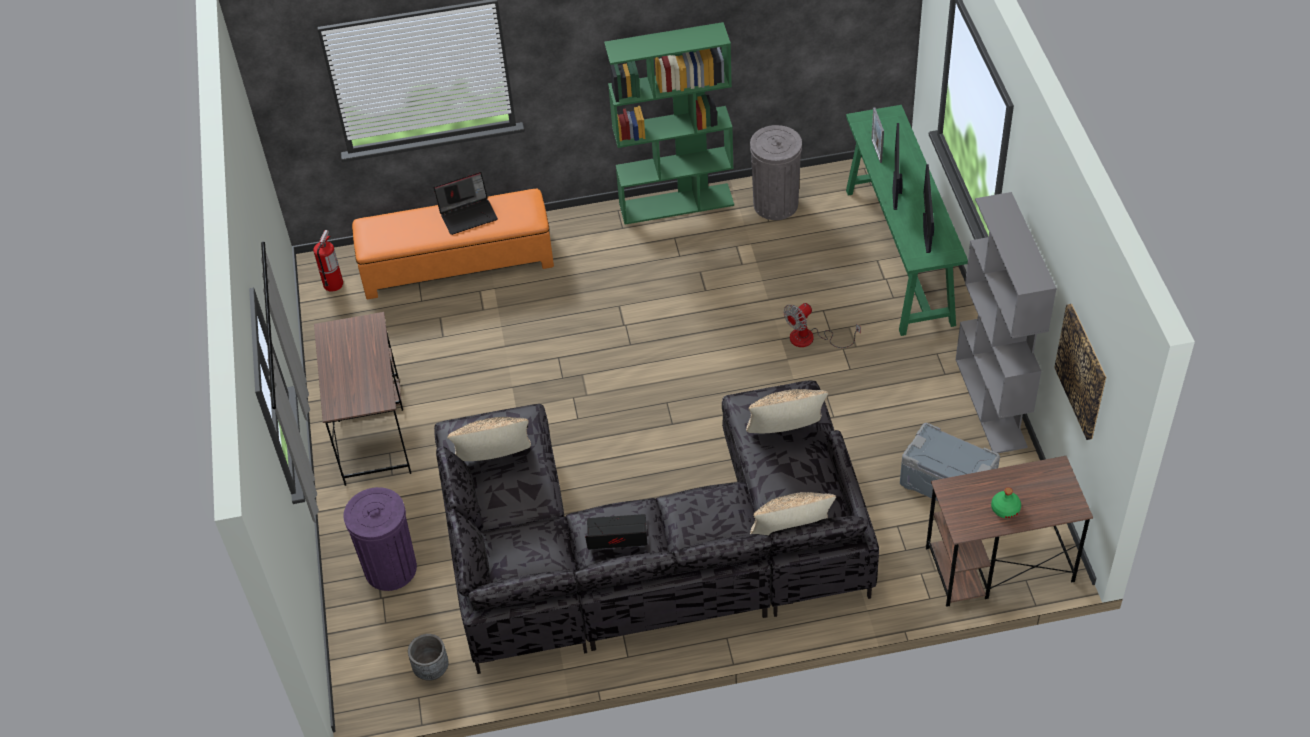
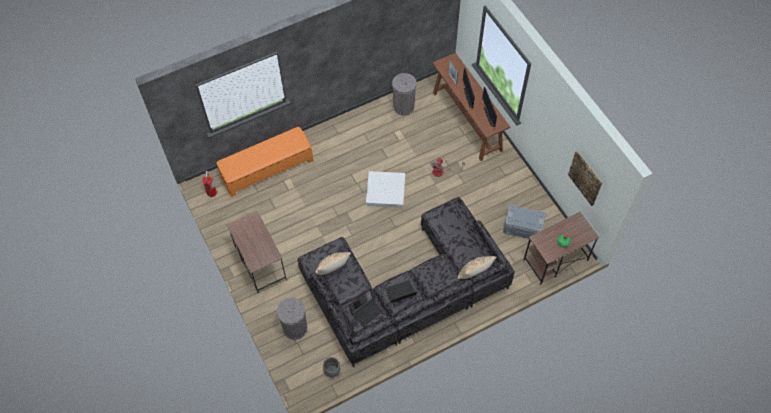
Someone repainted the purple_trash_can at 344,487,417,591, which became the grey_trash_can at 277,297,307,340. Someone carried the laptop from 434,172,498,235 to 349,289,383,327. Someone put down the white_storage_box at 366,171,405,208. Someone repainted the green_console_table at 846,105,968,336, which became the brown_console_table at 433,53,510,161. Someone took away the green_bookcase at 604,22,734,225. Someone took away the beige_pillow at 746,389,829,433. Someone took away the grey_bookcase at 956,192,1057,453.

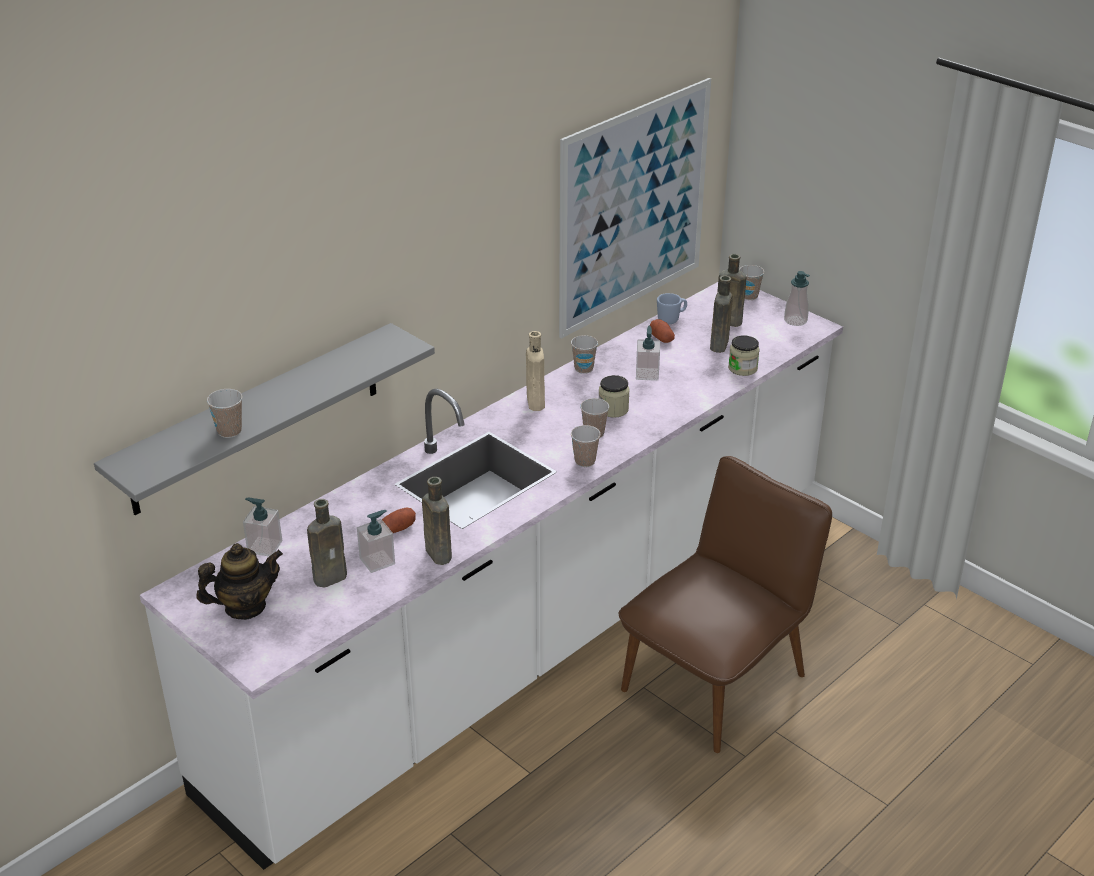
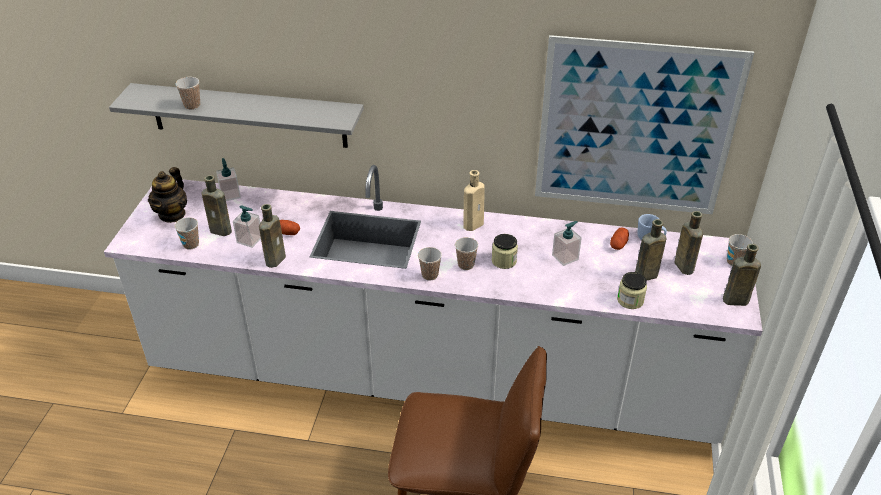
Someone rotated the teapot at 196,543,283,620 by 75 degrees clockwise. Someone carried the cup from 571,335,598,374 to 174,217,199,250. Someone swapped the soap_dispenser at 784,271,810,326 for the brown_bottle at 723,244,761,306.

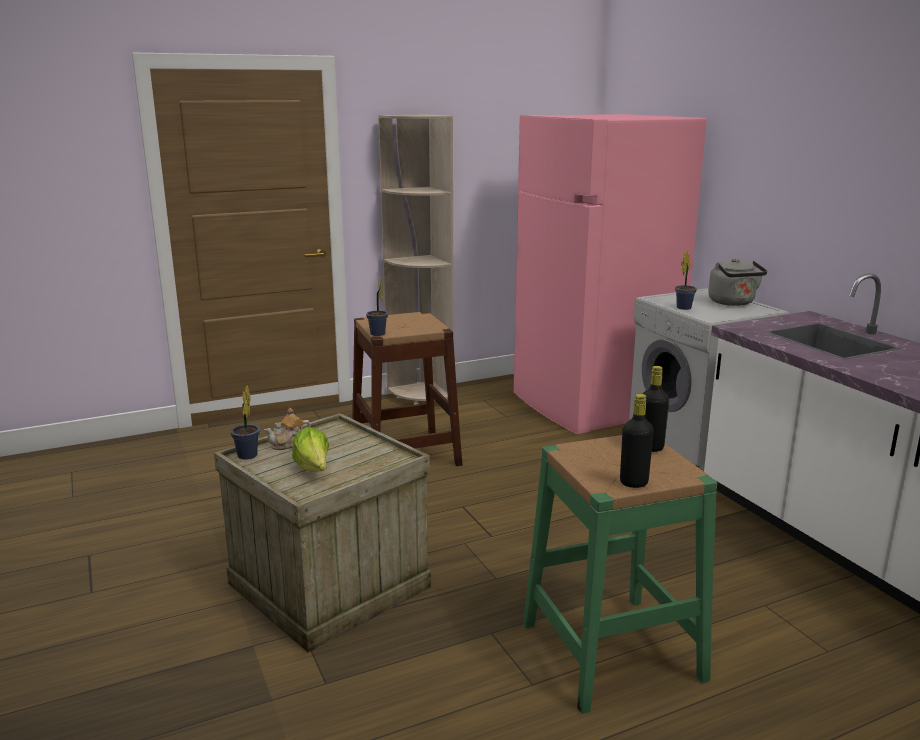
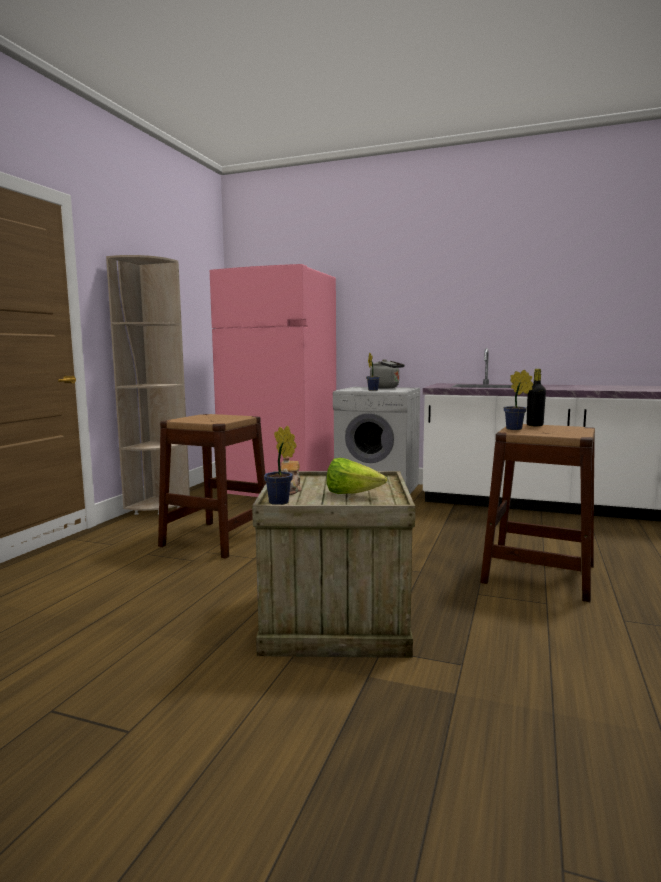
Someone repainted the green_stool at 523,435,717,714, which became the brown_stool at 480,424,595,602. Someone carried the potted_plant from 366,278,388,336 to 504,370,533,430. Someone took away the black_bottle at 620,394,654,488.

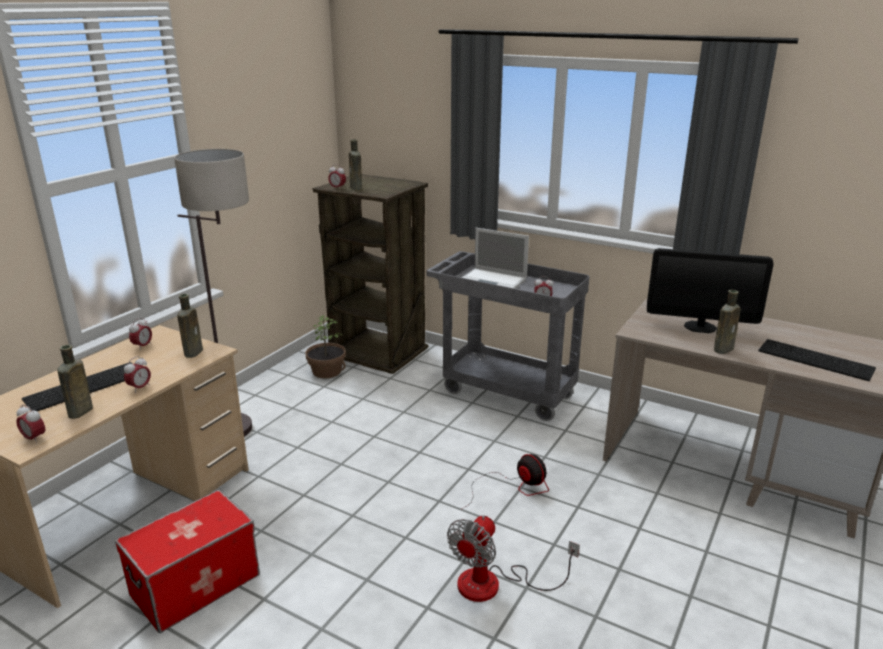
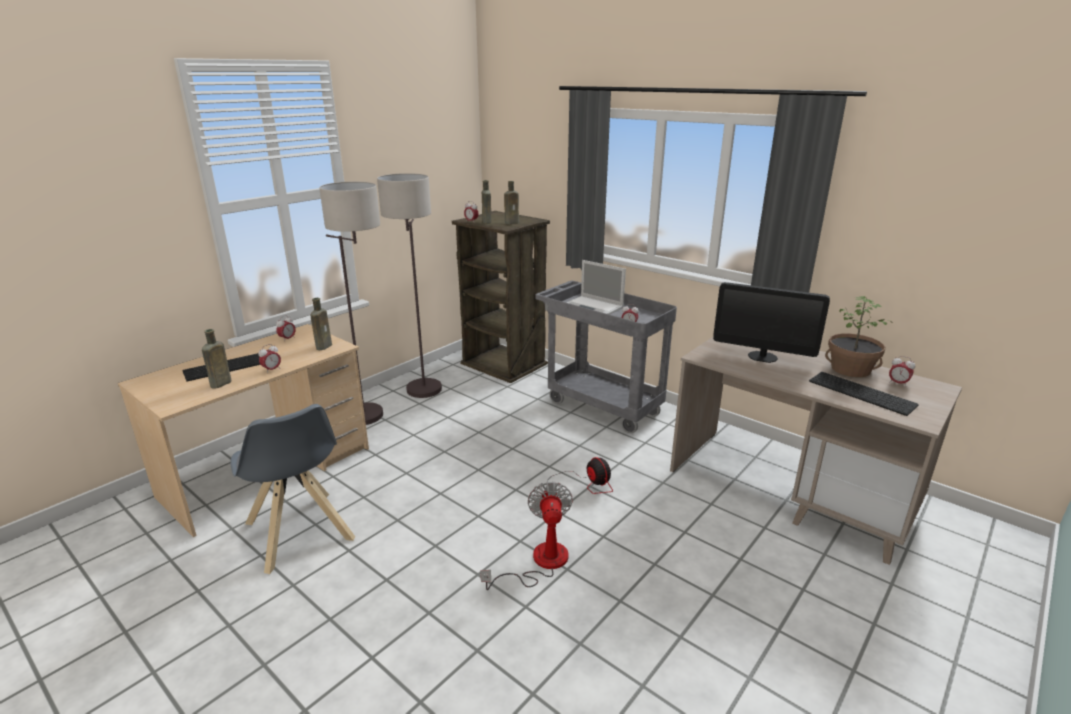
Someone swapped the storage_box at 115,490,260,633 for the grey_chair at 230,404,355,574. Someone put down the grey_floor_lamp at 377,173,442,398. Someone rotated the fan at 447,515,580,602 by 135 degrees clockwise. Someone carried the brown_bottle from 714,290,741,354 to 504,181,519,224. Someone carried the potted_plant from 305,315,346,378 to 825,296,893,377. Someone carried the alarm_clock from 16,405,45,444 to 889,356,915,387.

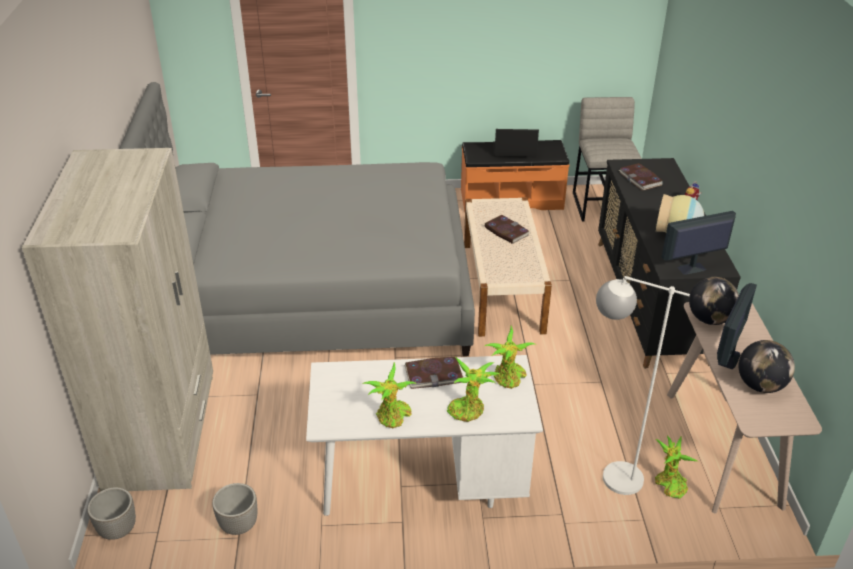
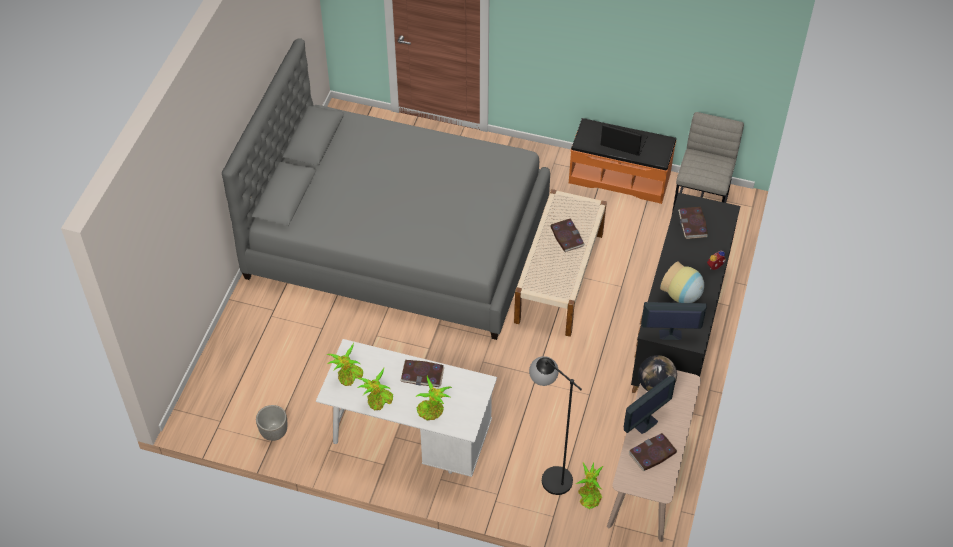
Someone carried the potted_plant from 485,326,536,389 to 326,343,363,386. Someone repainted the white_floor_lamp at 596,276,690,495, which became the black_floor_lamp at 529,356,582,495. Someone swapped the globe at 738,340,795,393 for the book at 628,433,677,471. Someone took away the beige_wardrobe at 22,148,213,491. Someone took away the planter at 87,487,136,540.

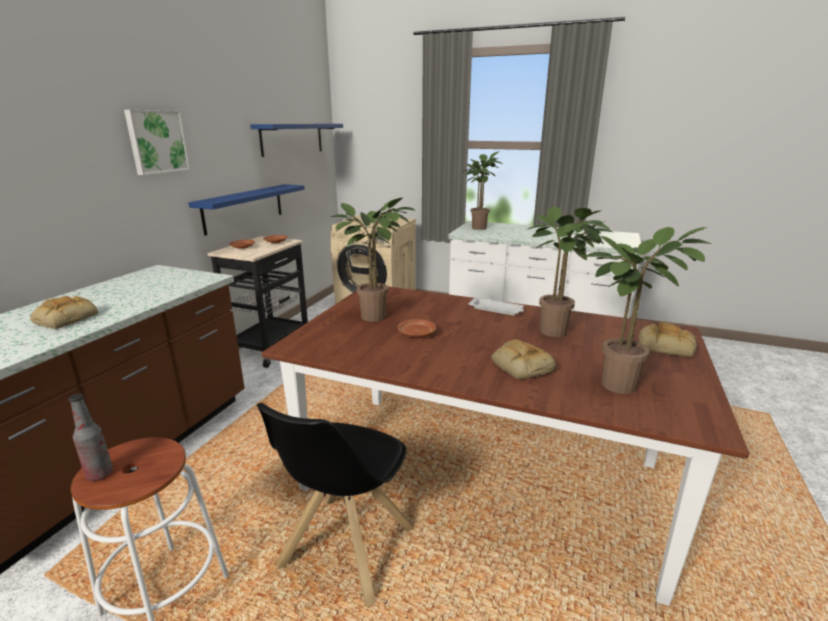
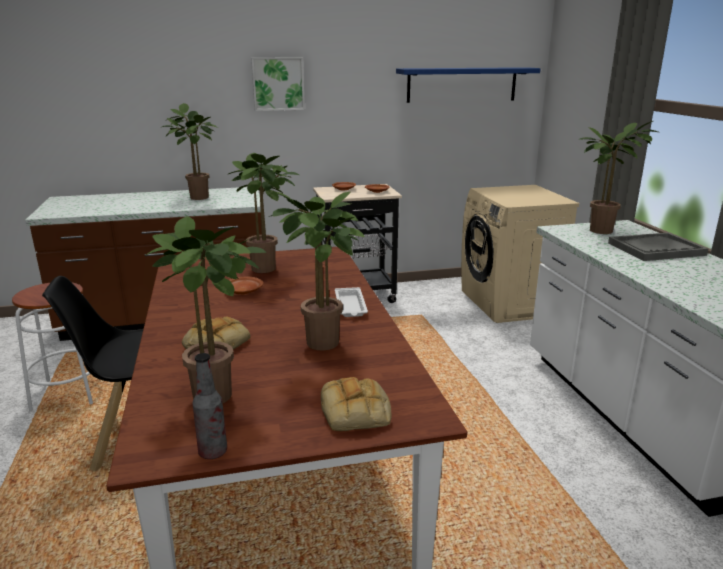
Someone put down the potted_plant at 162,103,218,200. Someone carried the bottle from 68,394,113,481 to 192,353,227,459. Someone put down the grey_tray at 608,232,708,261. Someone took away the bread at 30,296,98,329. Someone took away the blue_shelf at 188,184,305,236.

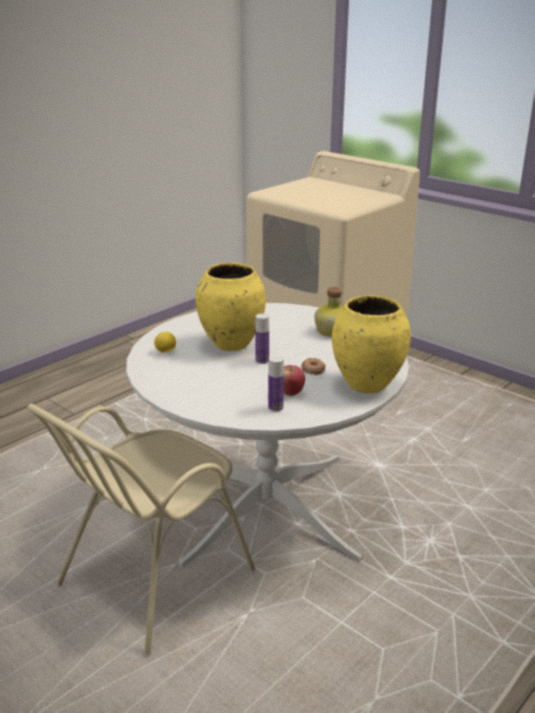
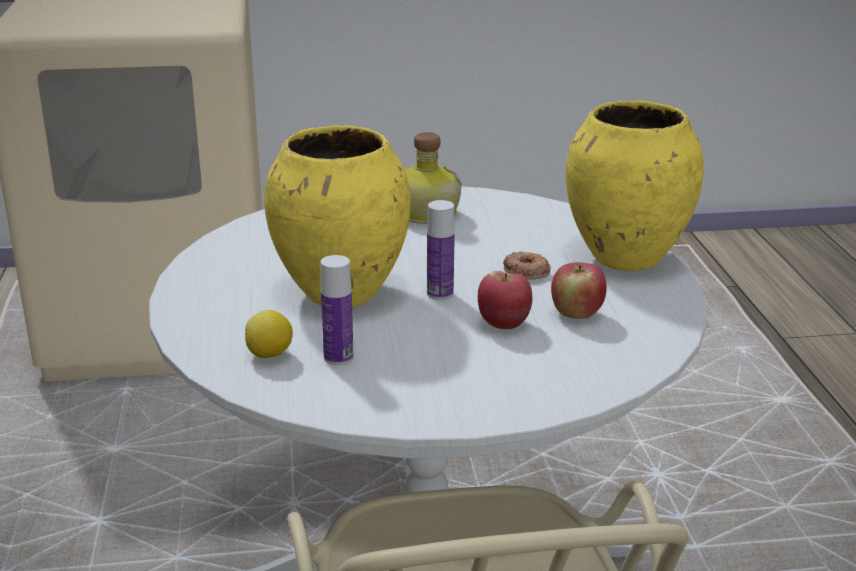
Someone carried the bottle from 268,355,284,412 to 321,255,353,365. Someone put down the apple at 478,271,532,329.

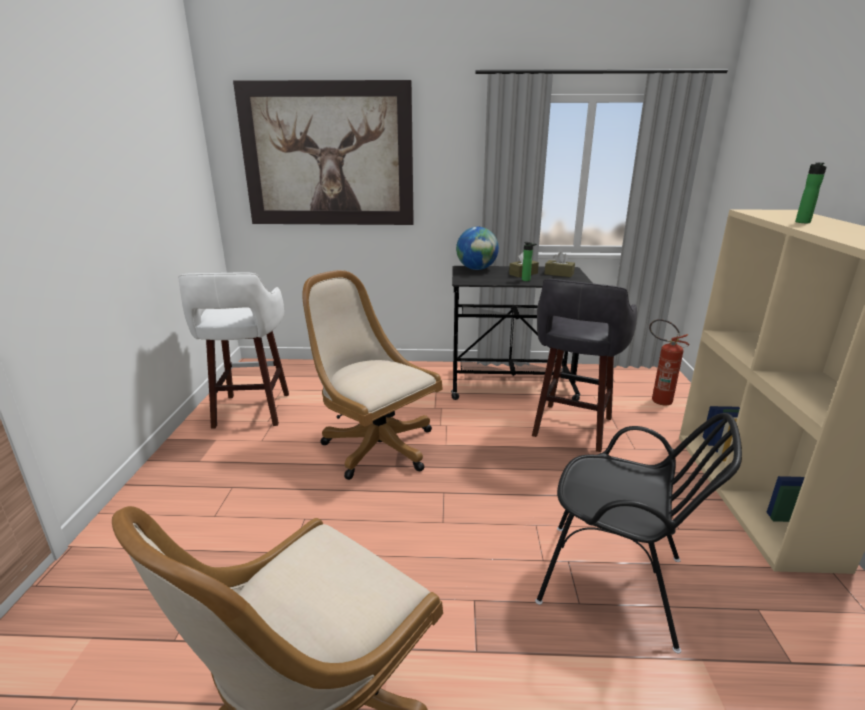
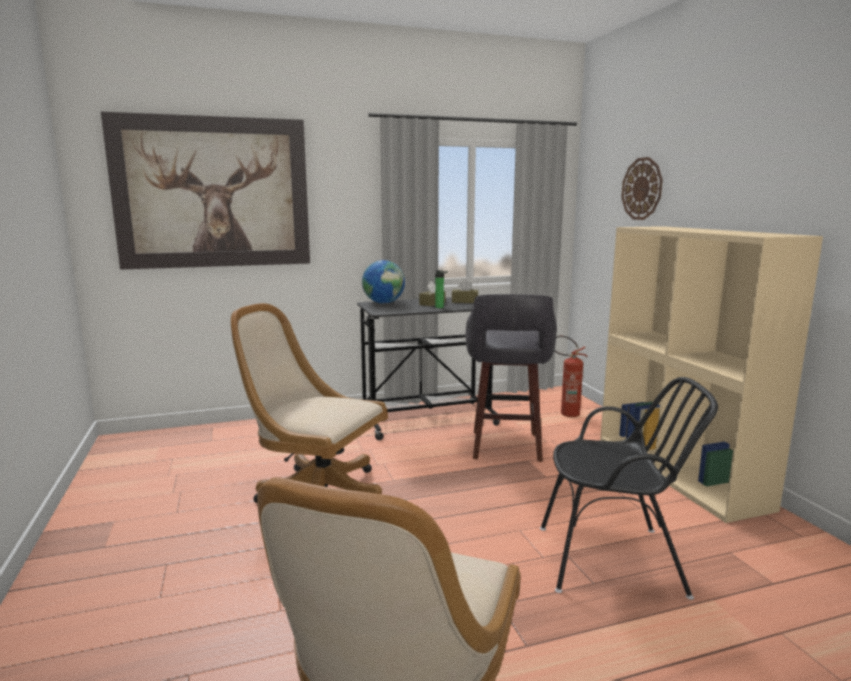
Someone put up the wall_clock at 621,157,663,220. Someone took away the white_stool at 178,272,289,429. Someone took away the bottle at 795,162,826,223.

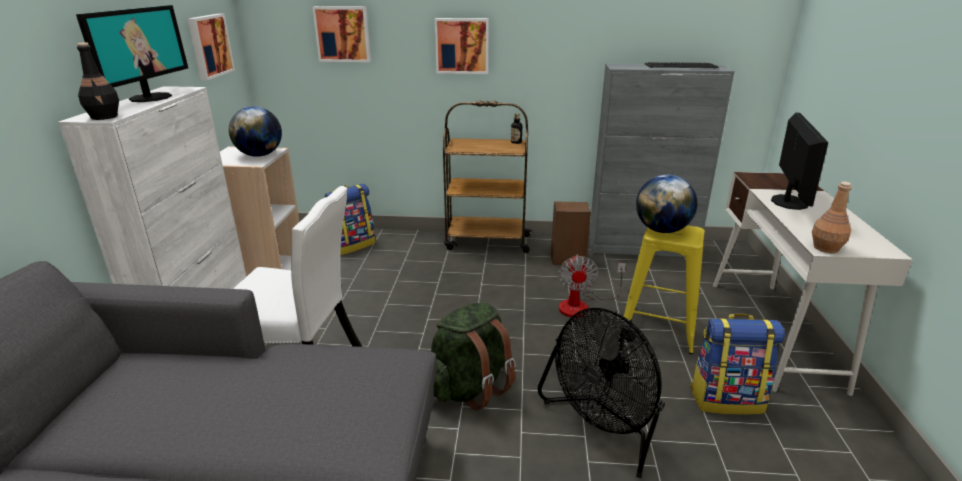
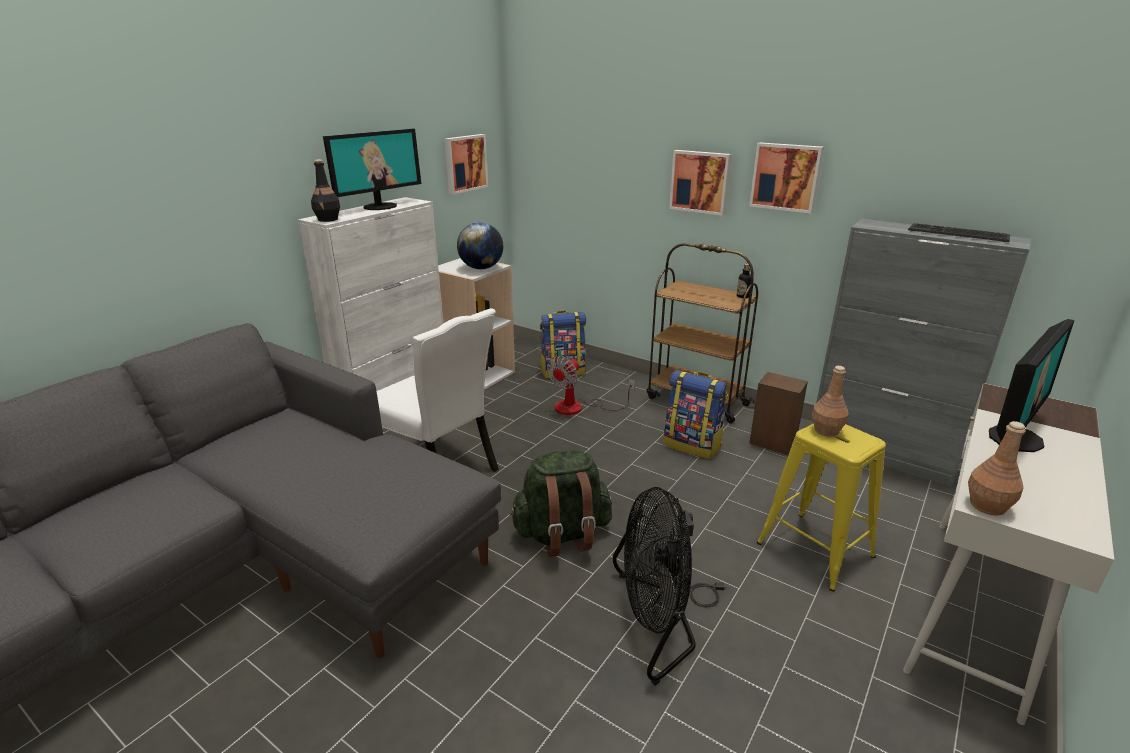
Someone carried the fan from 559,255,626,318 to 547,356,635,415. Someone carried the backpack from 690,314,785,415 to 663,370,727,459. Someone carried the picture from 312,6,371,62 to 749,142,824,214. Someone swapped the globe at 636,175,697,233 for the brown_bottle at 812,366,848,437.

